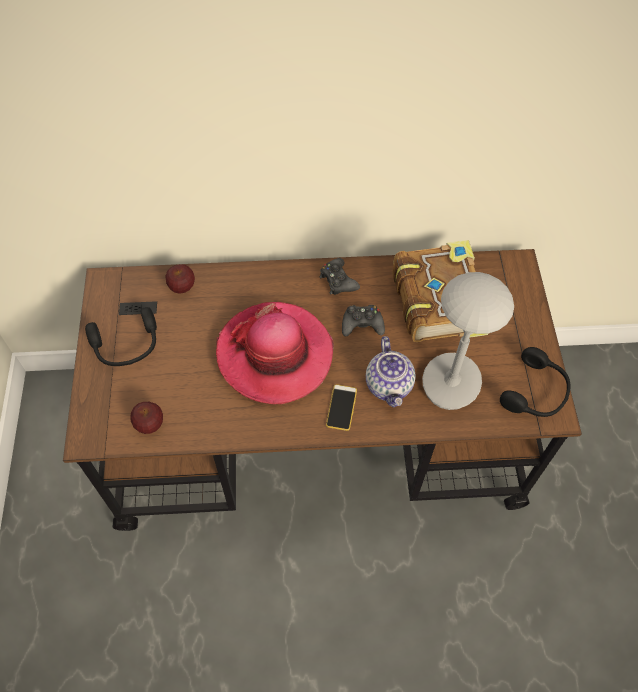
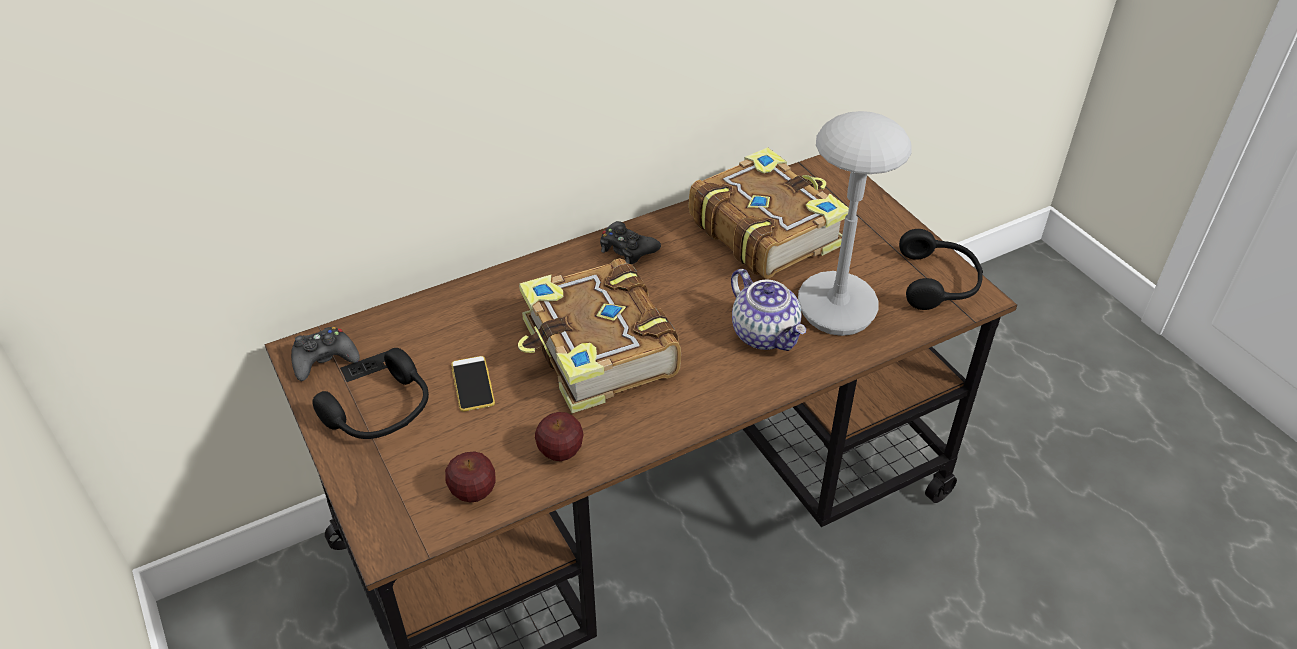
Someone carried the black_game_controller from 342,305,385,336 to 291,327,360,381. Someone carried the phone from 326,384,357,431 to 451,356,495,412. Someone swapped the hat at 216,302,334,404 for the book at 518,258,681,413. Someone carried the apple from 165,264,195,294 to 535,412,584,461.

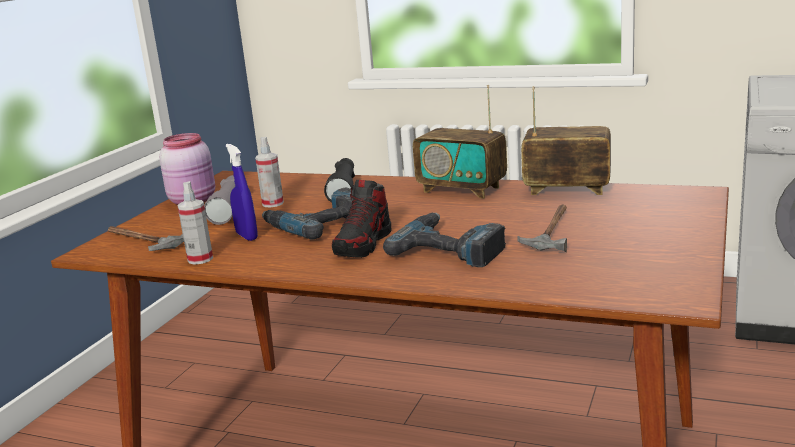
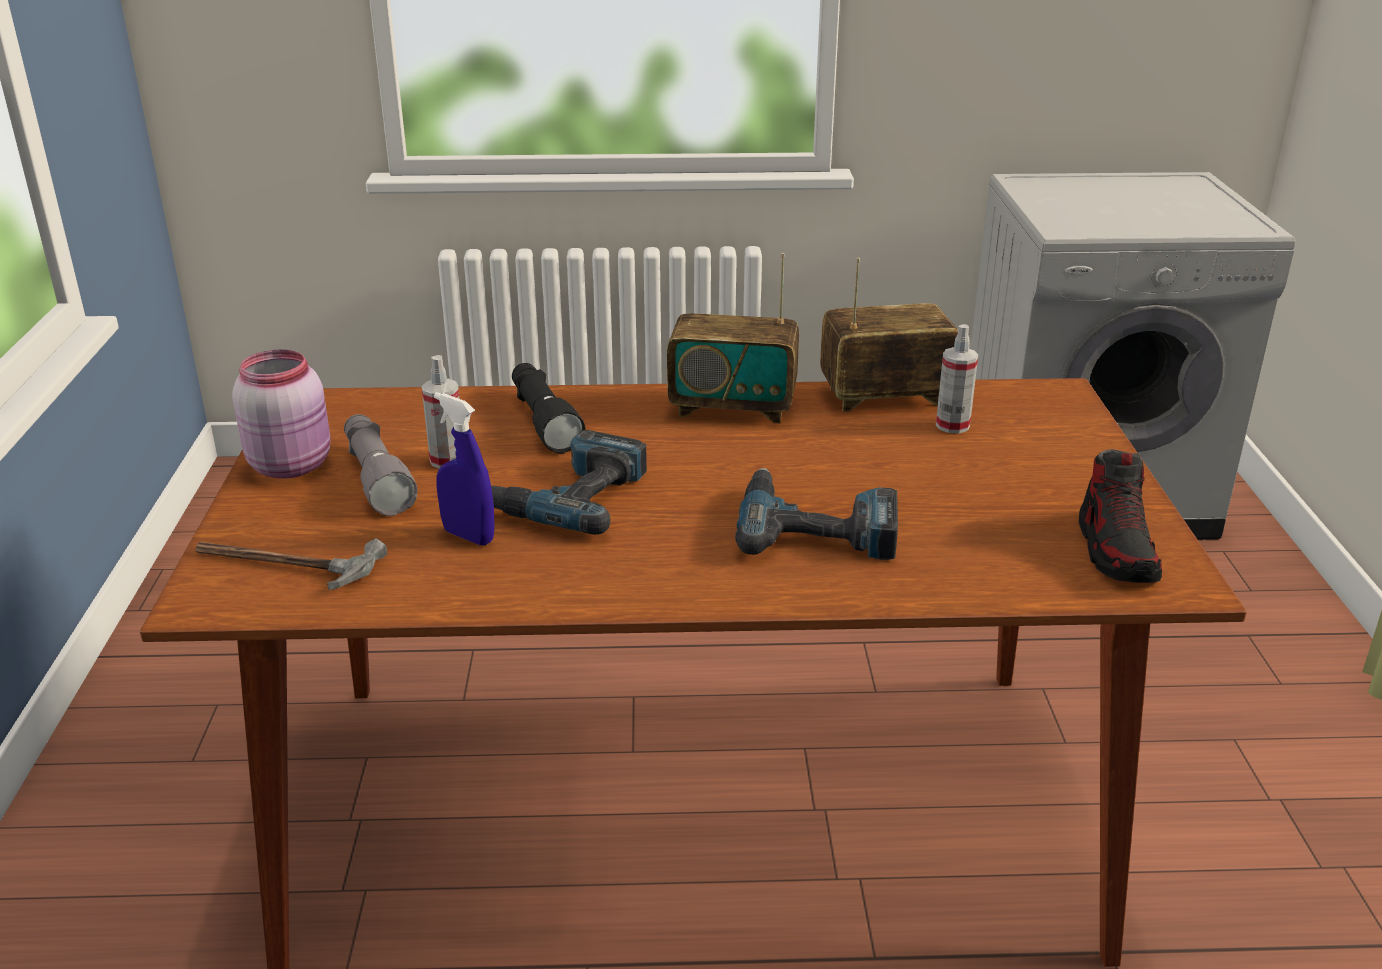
Someone carried the spray_bottle from 177,181,213,265 to 936,324,978,434. Someone carried the shoe from 332,180,391,258 to 1079,449,1162,583. Someone took away the hammer at 517,204,567,252.

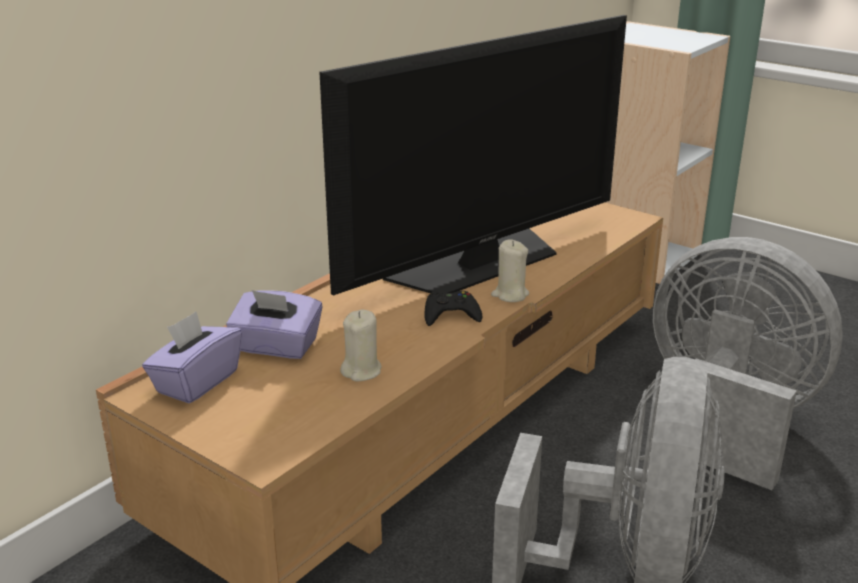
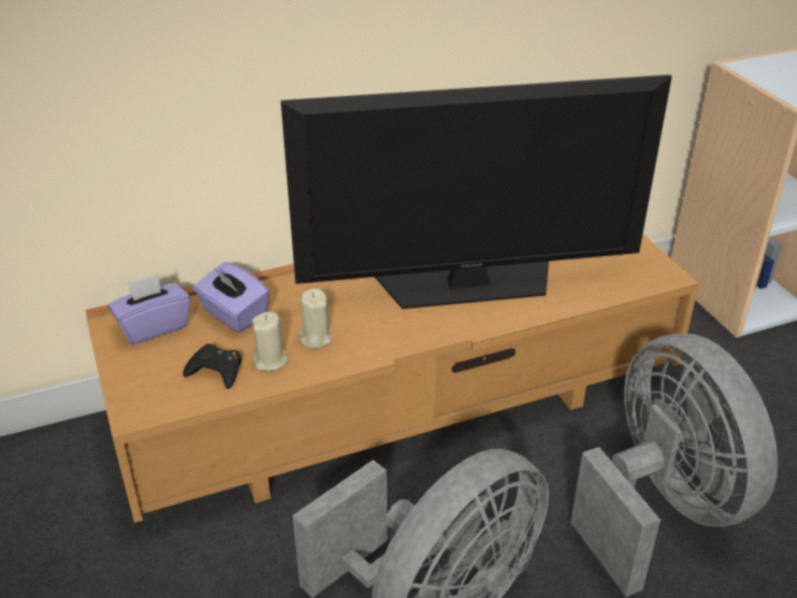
Someone carried the black_game_controller from 425,291,483,326 to 183,344,241,389. Someone carried the beige_candle from 491,239,529,302 to 299,289,332,349.

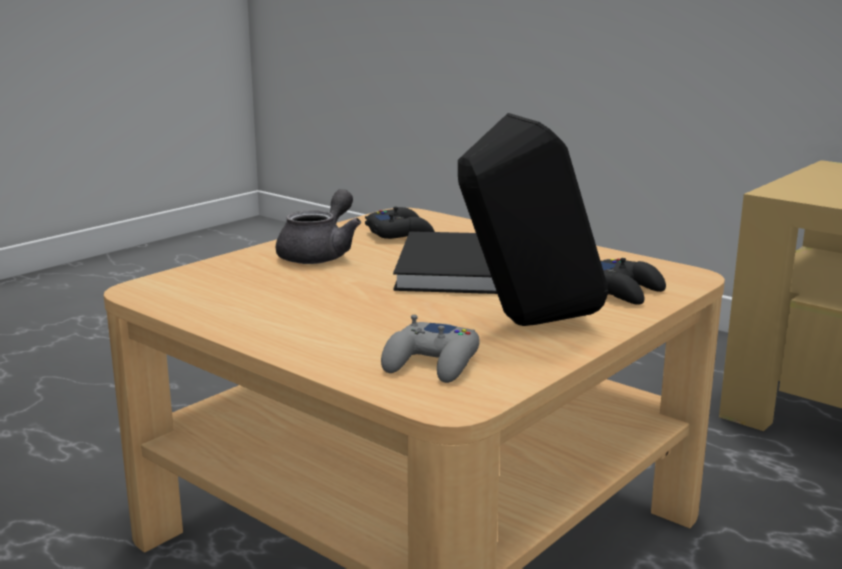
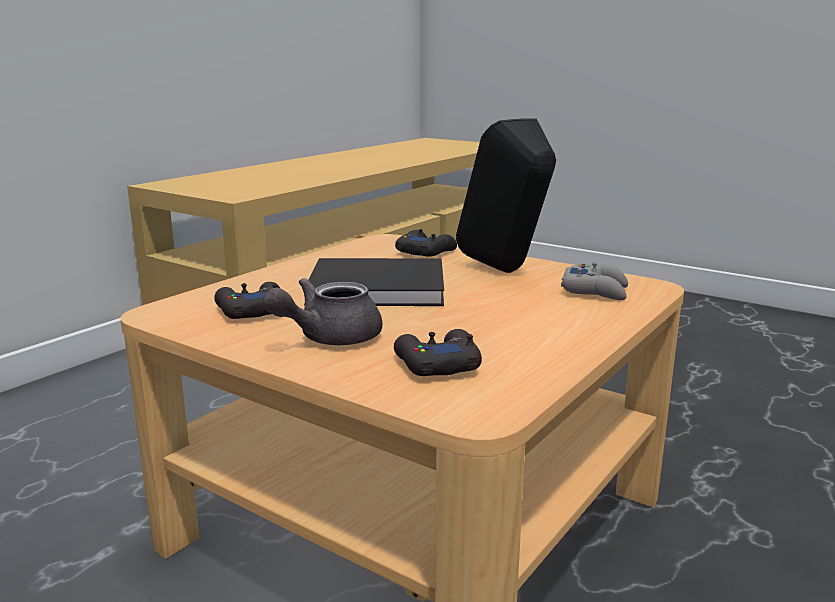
Someone rotated the grey_teapot at 275,189,361,264 by 60 degrees counterclockwise. Someone put down the black_game_controller at 394,329,482,376.

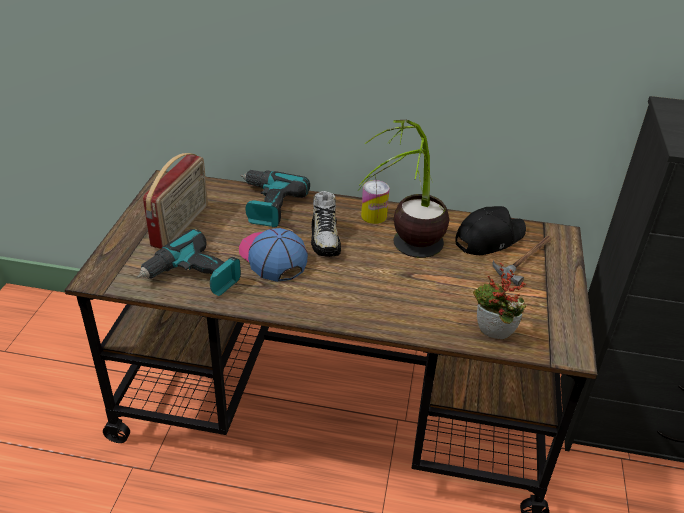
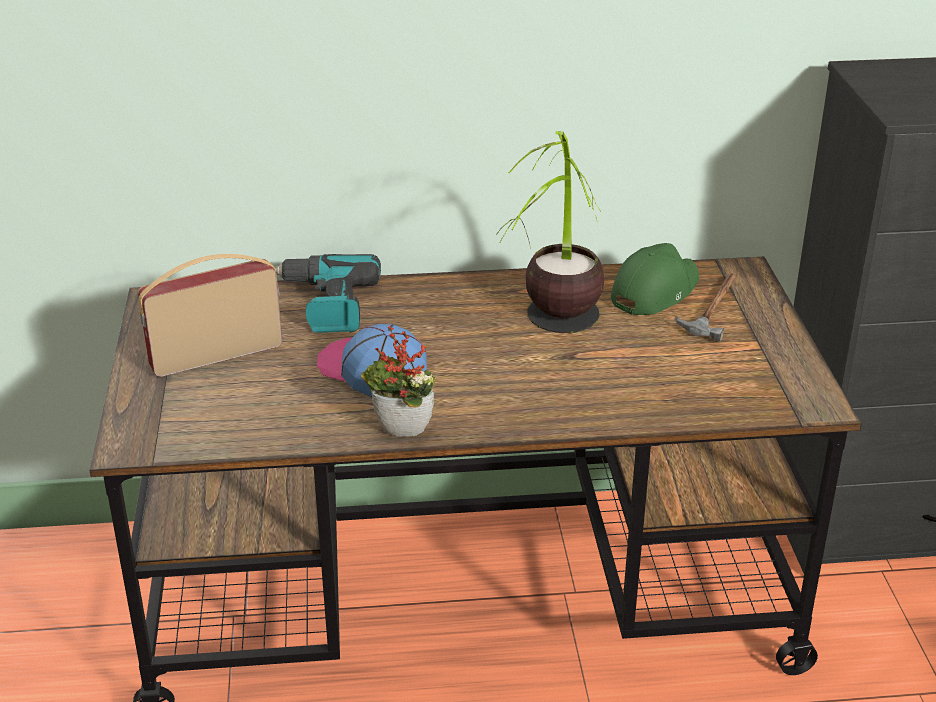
Someone rotated the radio at 143,153,208,249 by 120 degrees counterclockwise. Someone carried the potted_plant from 473,262,527,339 to 361,326,436,437. Someone repainted the black_cap at 456,206,526,255, which became the green_cap at 611,243,699,315. Someone took away the power_drill at 137,229,241,296. Someone took away the shoe at 311,191,341,257. Someone took away the can at 361,180,389,224.

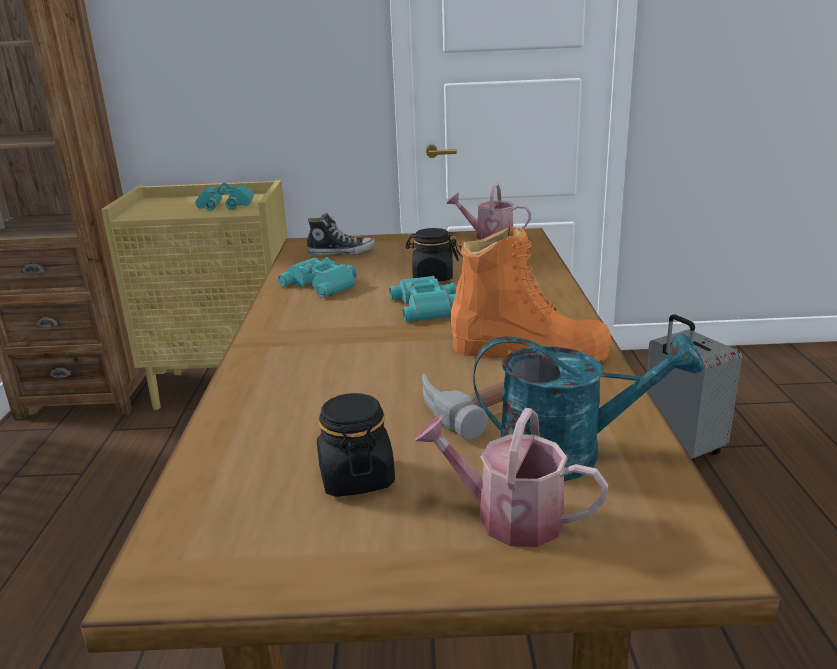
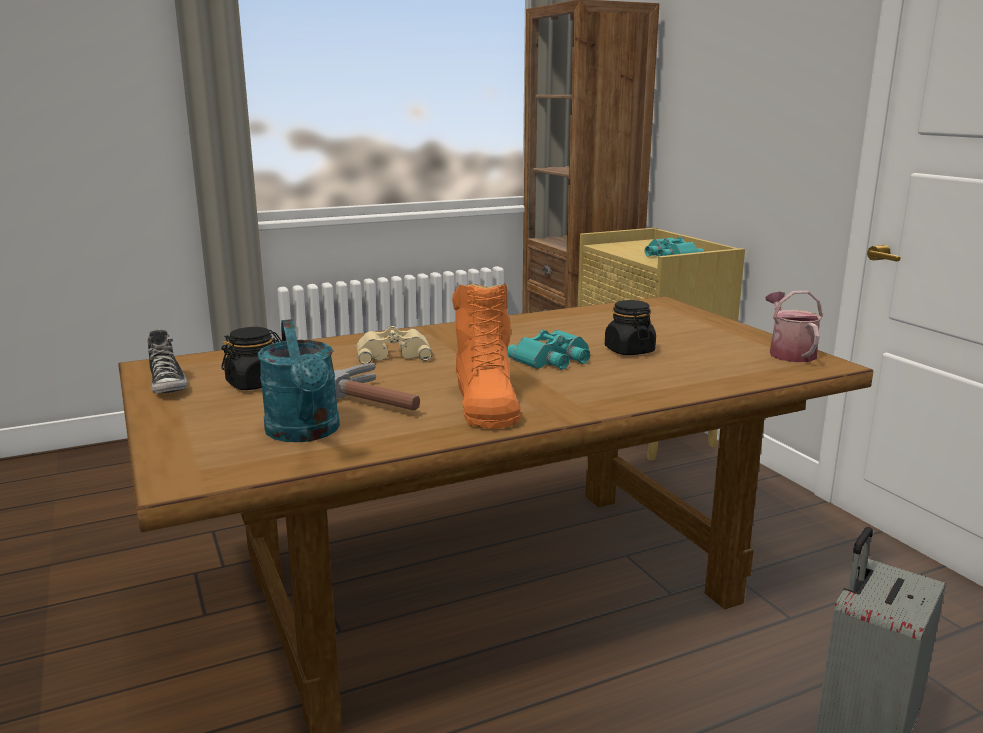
Someone carried the shoe from 307,213,376,255 to 147,329,188,394. Someone put down the beige_binoculars at 356,326,432,364. Someone took away the turquoise_binoculars at 278,257,357,298. Someone took away the watering_can at 415,408,608,547.

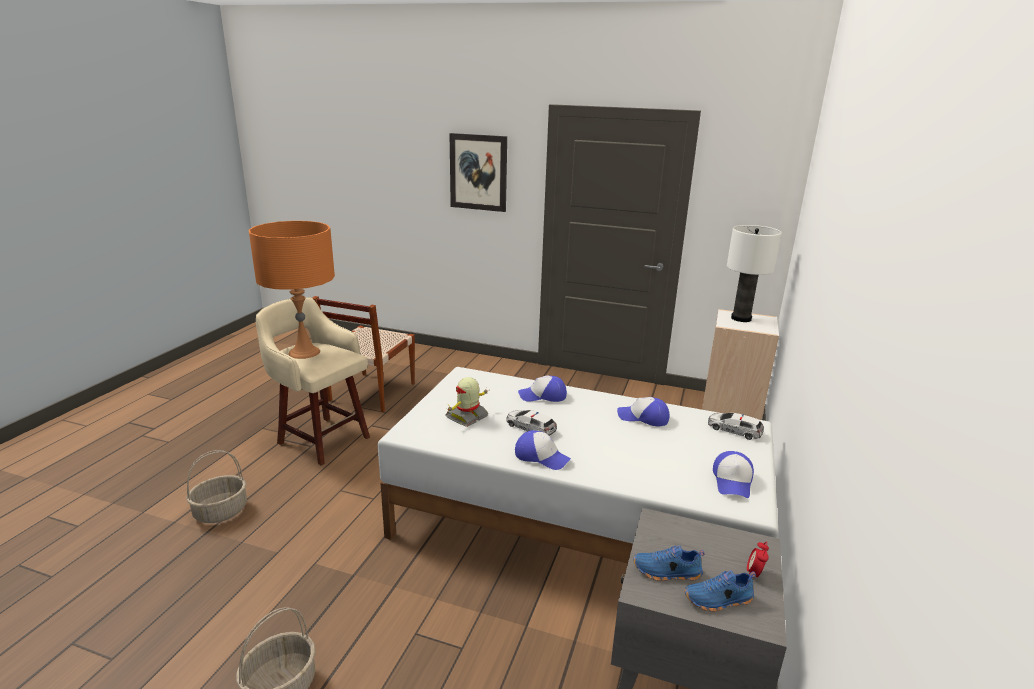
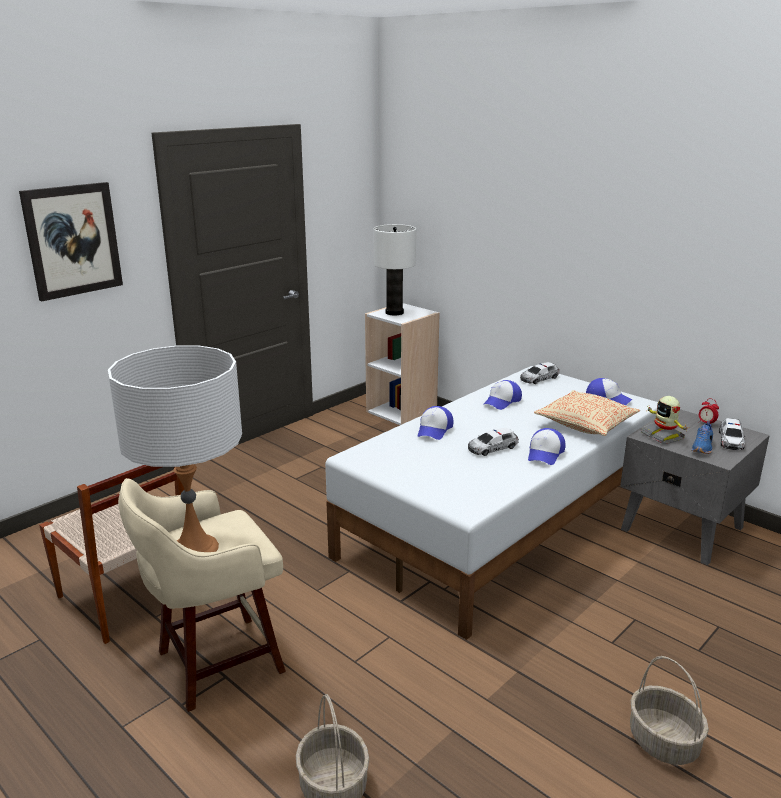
Someone repainted the orange_table_lamp at 249,221,335,359, which became the white_table_lamp at 108,346,242,552. Someone rotated the cap at 515,430,571,470 by 150 degrees clockwise. Someone put down the beige_pillow at 534,390,640,436. Someone carried the toy_robot from 445,377,489,427 to 641,396,690,444. Someone swapped the blue_shoe at 684,570,756,612 for the toy_car at 719,418,745,450.

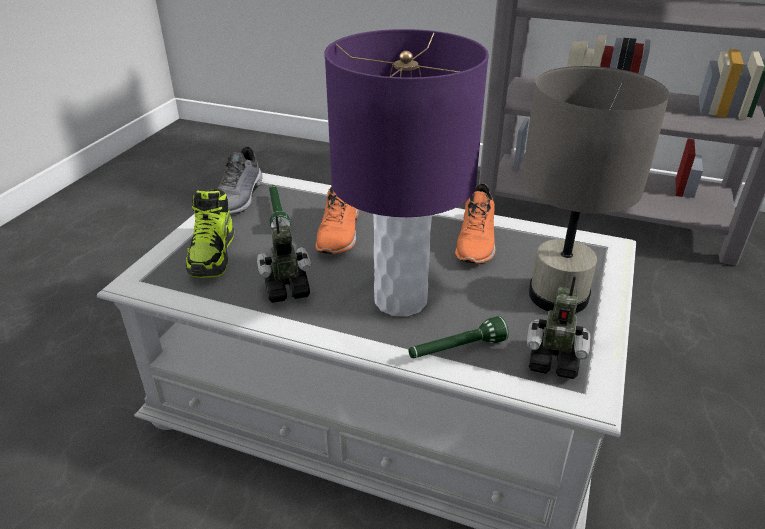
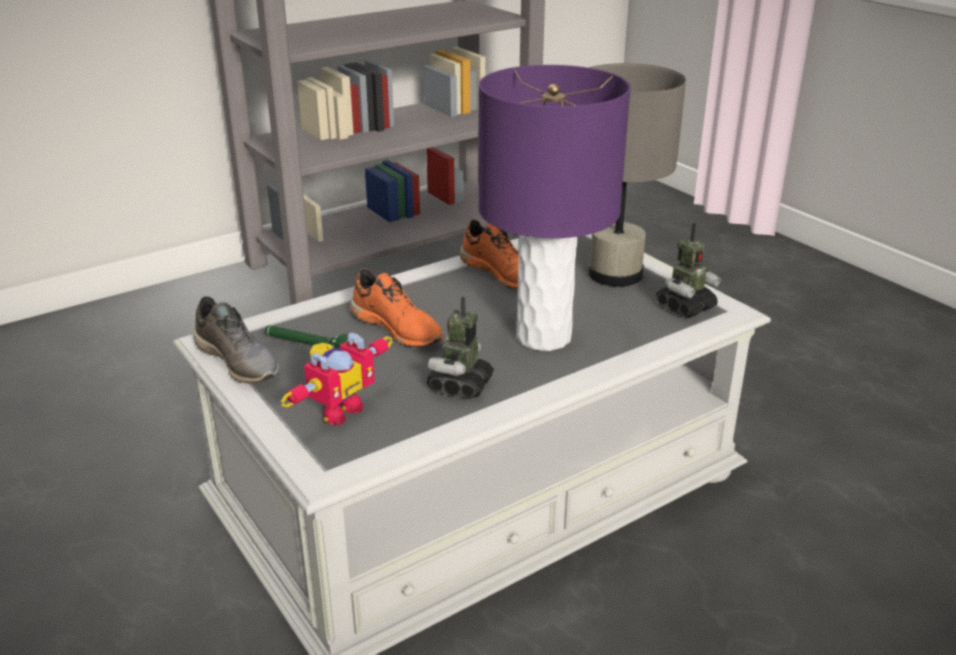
Someone swapped the shoe at 186,188,234,278 for the toy_robot at 281,332,393,426. Someone took away the green_flashlight at 409,316,509,358.

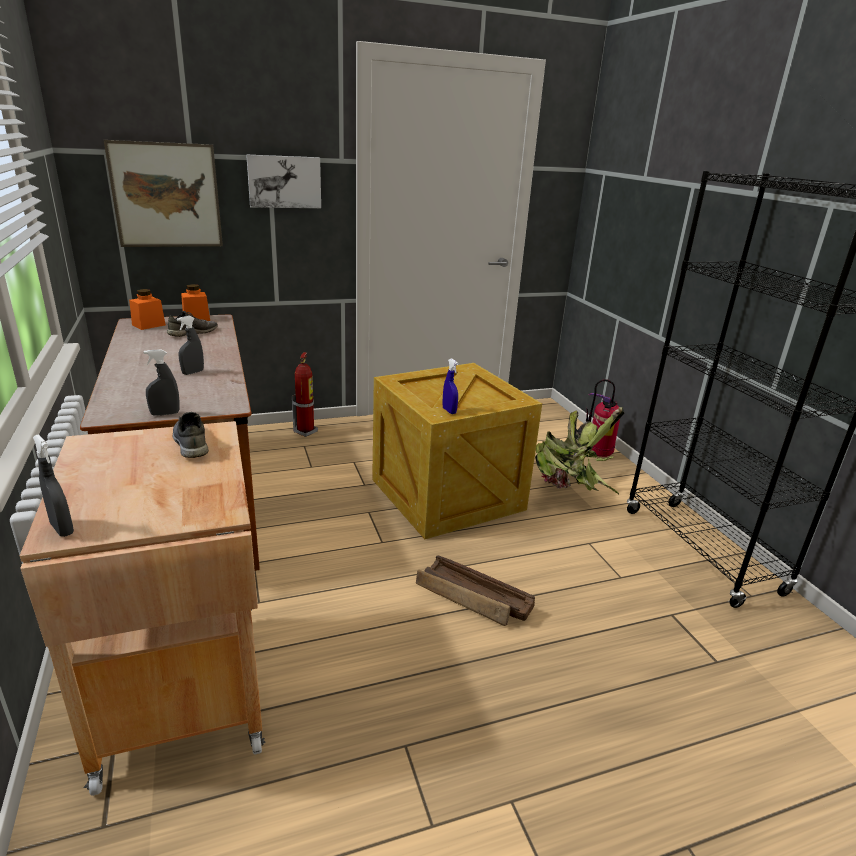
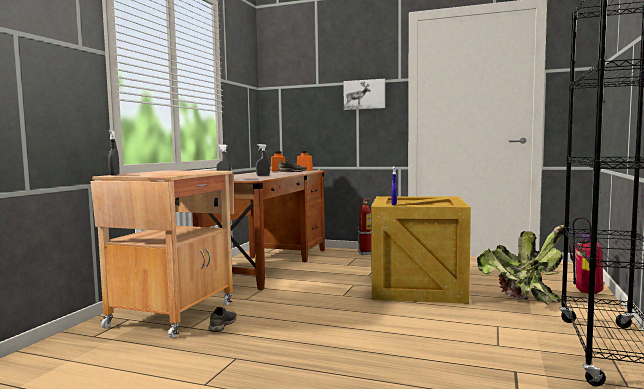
Someone carried the grey_shoe from 173,412,209,458 to 208,307,237,332. Someone took away the picture at 103,140,223,247. Someone took away the crate at 416,555,535,626.

